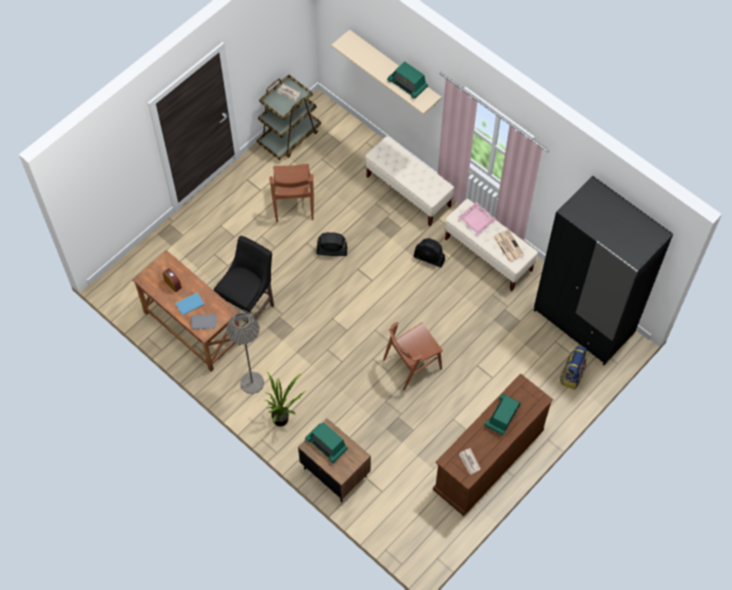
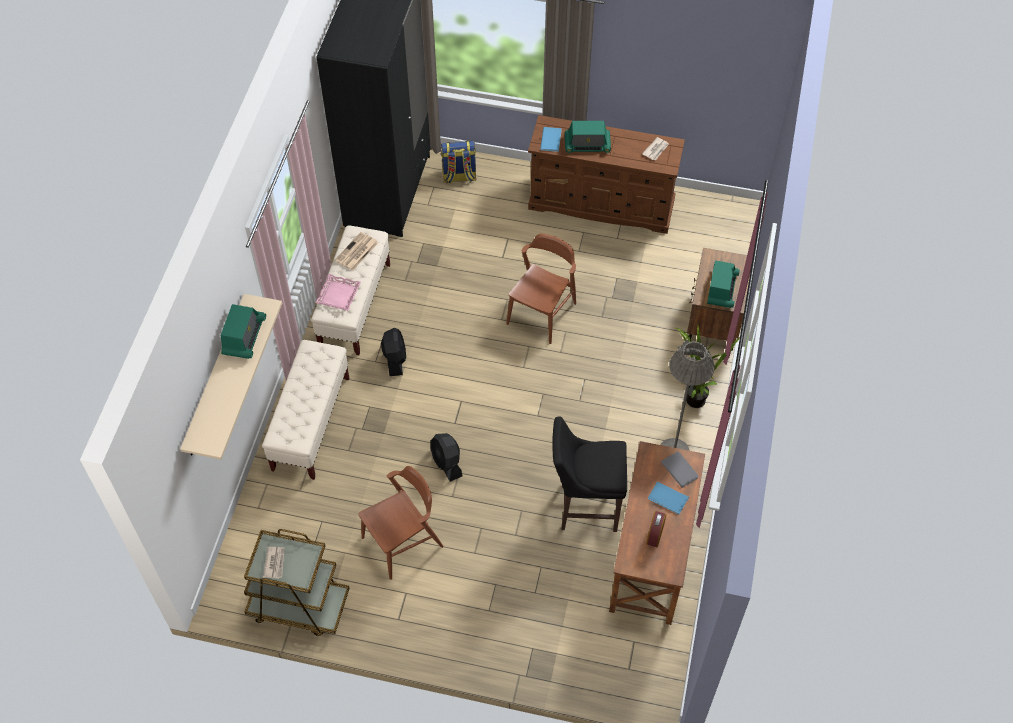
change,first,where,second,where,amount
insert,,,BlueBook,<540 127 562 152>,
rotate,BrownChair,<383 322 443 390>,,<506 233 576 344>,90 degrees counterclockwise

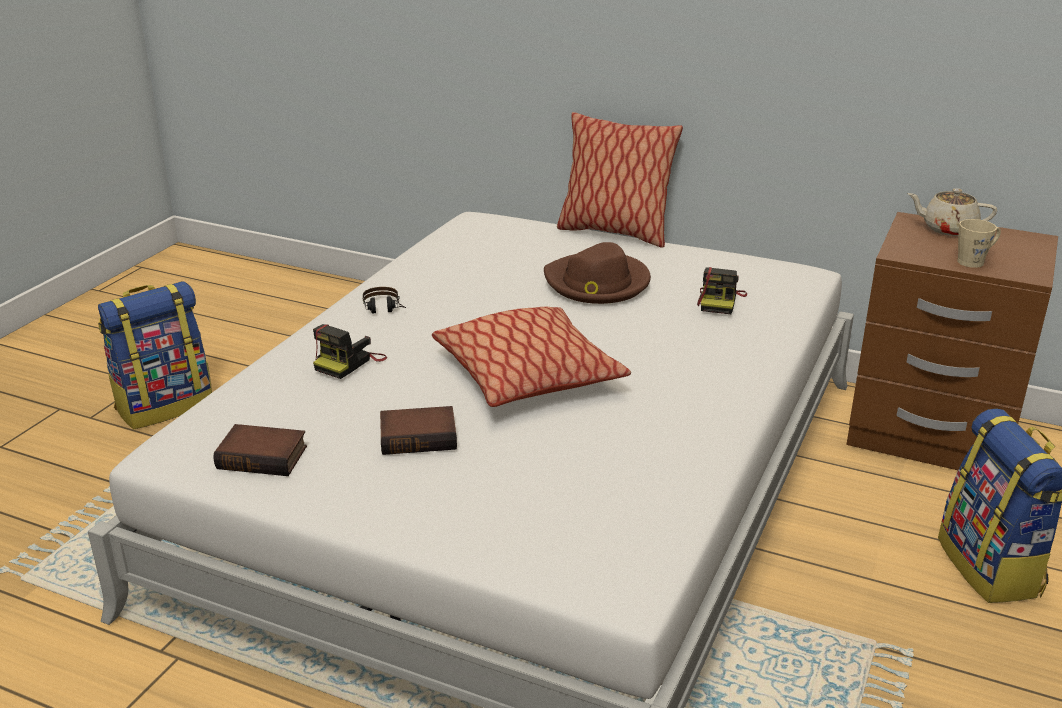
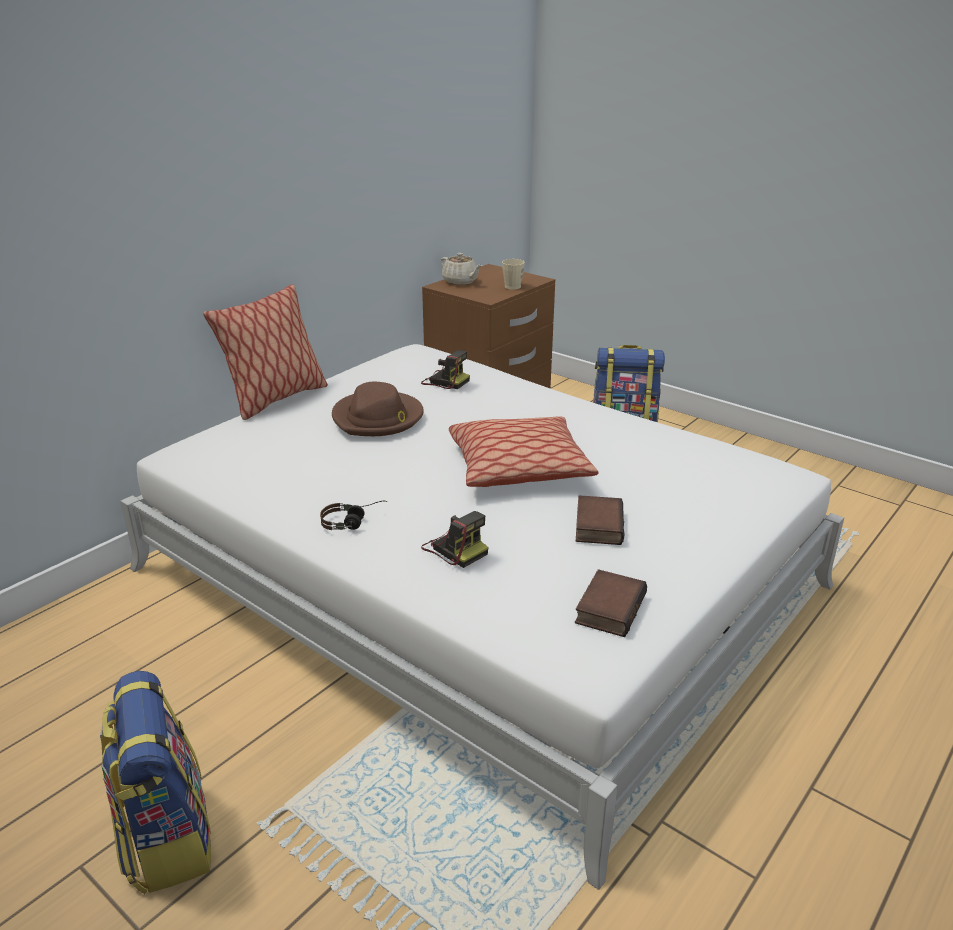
change,first,where,second,where,amount
rotate,BeigeTeapot,<907 188 997 236>,,<441 253 482 285>,75 degrees counterclockwise

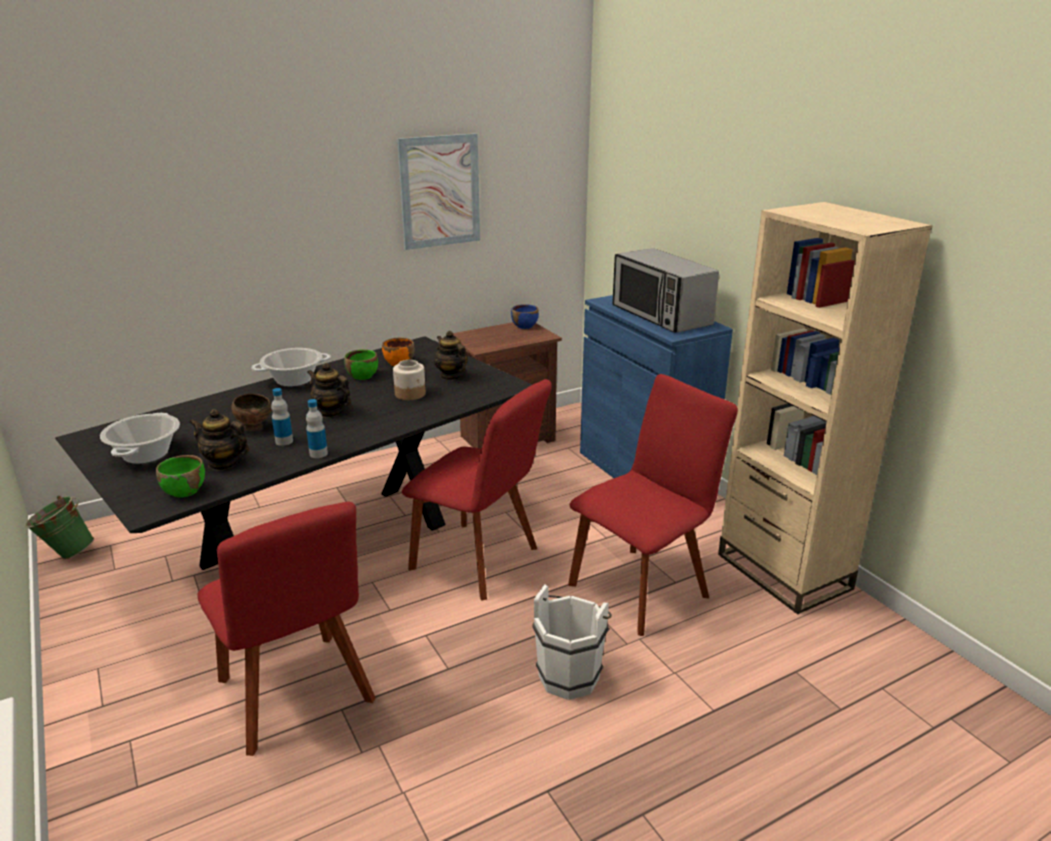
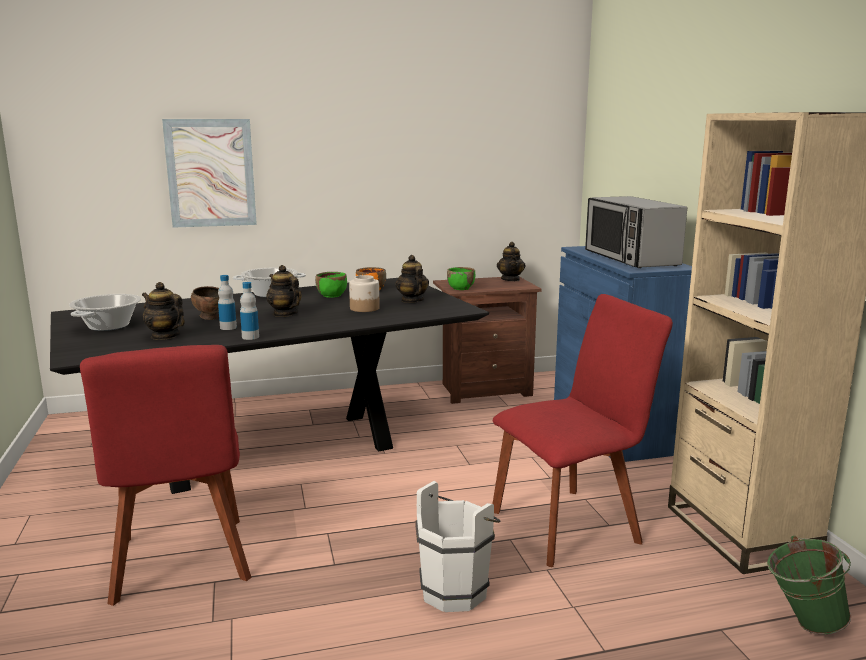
change,first,where,second,where,amount
delete,RedChair,<402 379 552 601>,,,
move,GreenBucket,<25 496 94 559>,,<767 536 851 634>,
move,GreenBowl,<156 455 205 498>,,<447 267 475 290>,
move,Picture,<397 133 480 250>,,<162 119 257 228>,
replace,BlueBowl,<511 304 539 329>,Teapot,<497 242 525 281>,

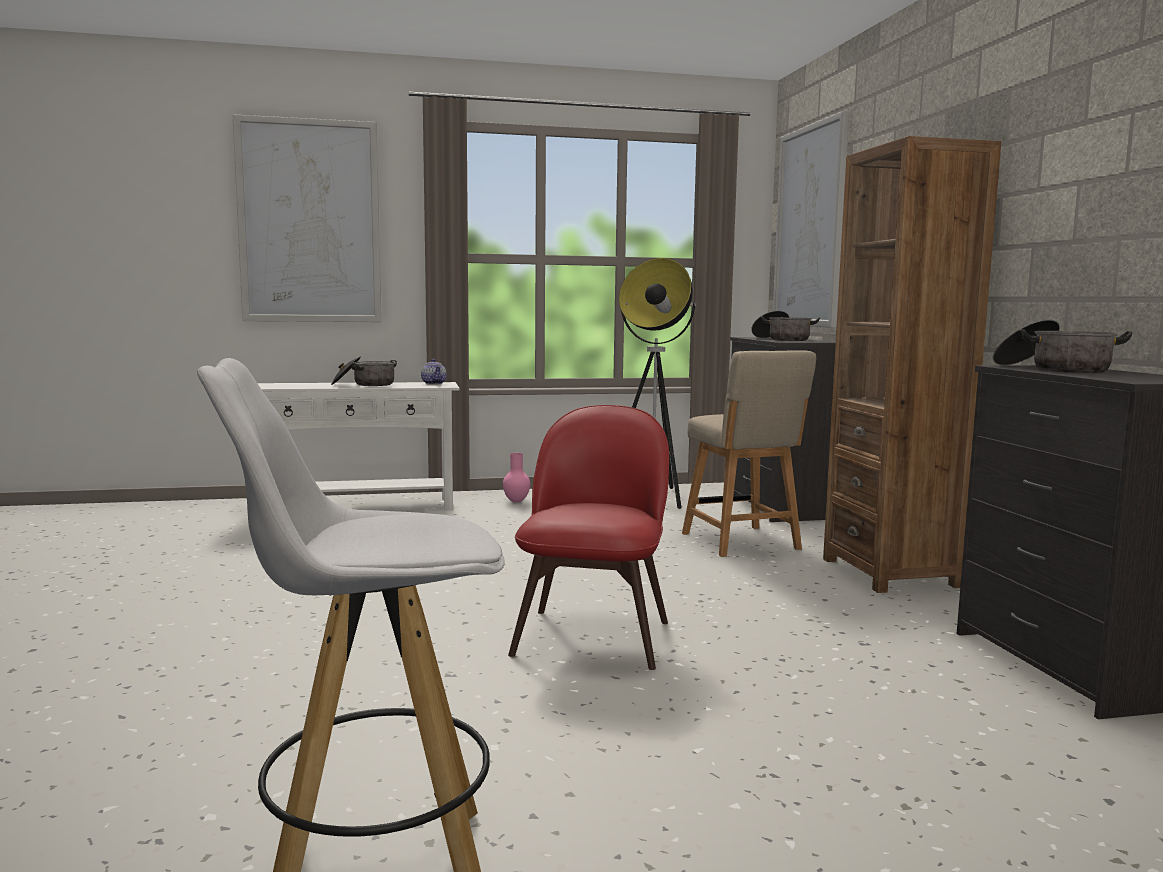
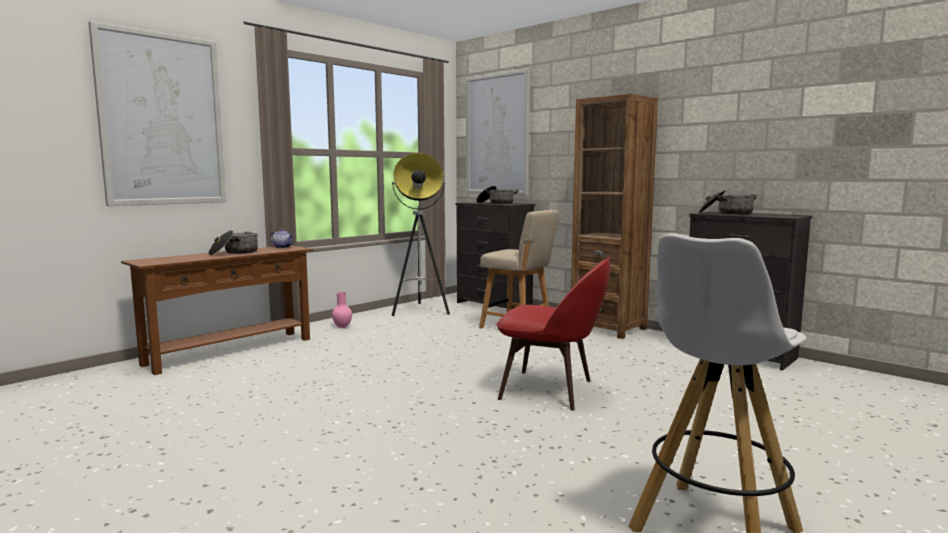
change,first,where,second,where,amount
recolor,WhiteConsoleTable,<258 382 459 509>,BrownConsoleTable,<121 245 313 375>,
rotate,RedChair,<508 405 669 670>,,<496 257 610 411>,135 degrees clockwise

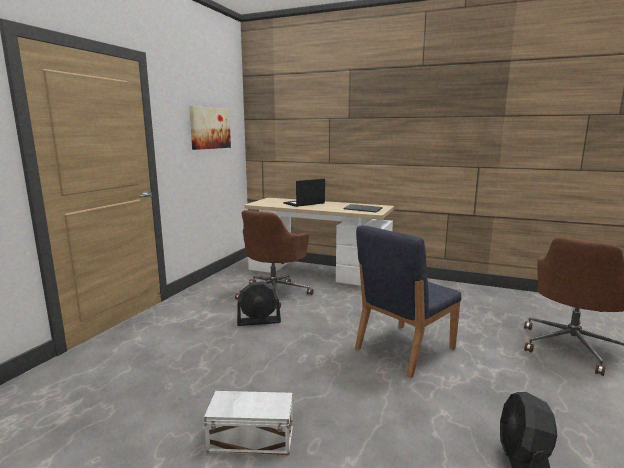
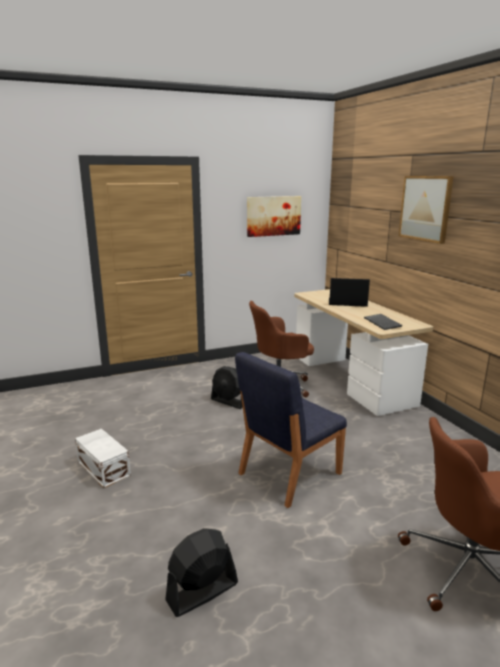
change,first,where,second,where,amount
insert,,,Picture,<399 176 454 244>,
rotate,BlueChair,<355 225 461 378>,,<235 352 347 508>,45 degrees counterclockwise

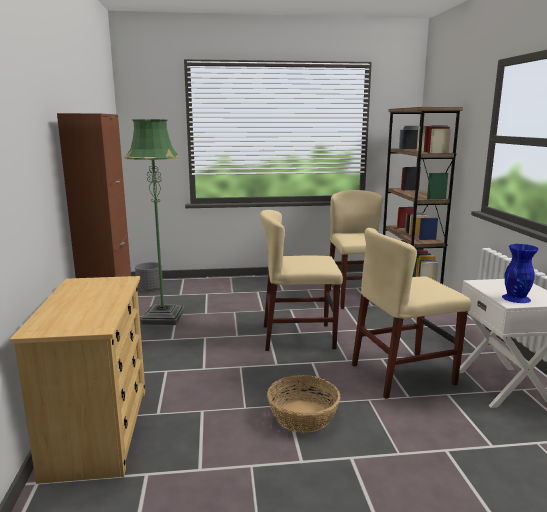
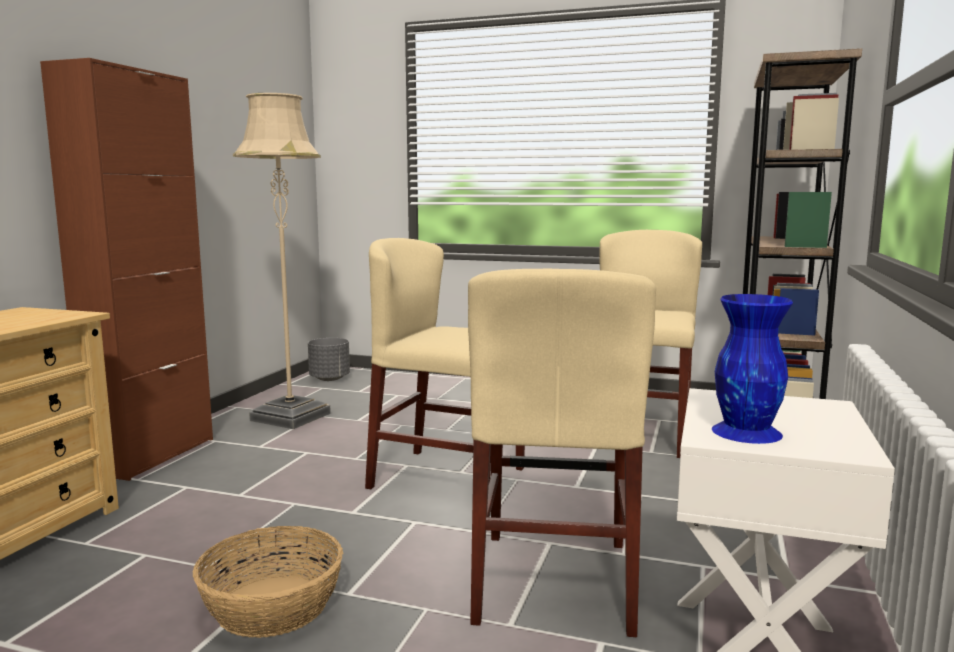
change,first,where,second,where,amount
recolor,GreenFloorLamp,<124 119 184 325>,BeigeFloorLamp,<233 93 331 429>,
rotate,BeigeChair,<352 228 471 399>,,<468 269 656 637>,90 degrees counterclockwise

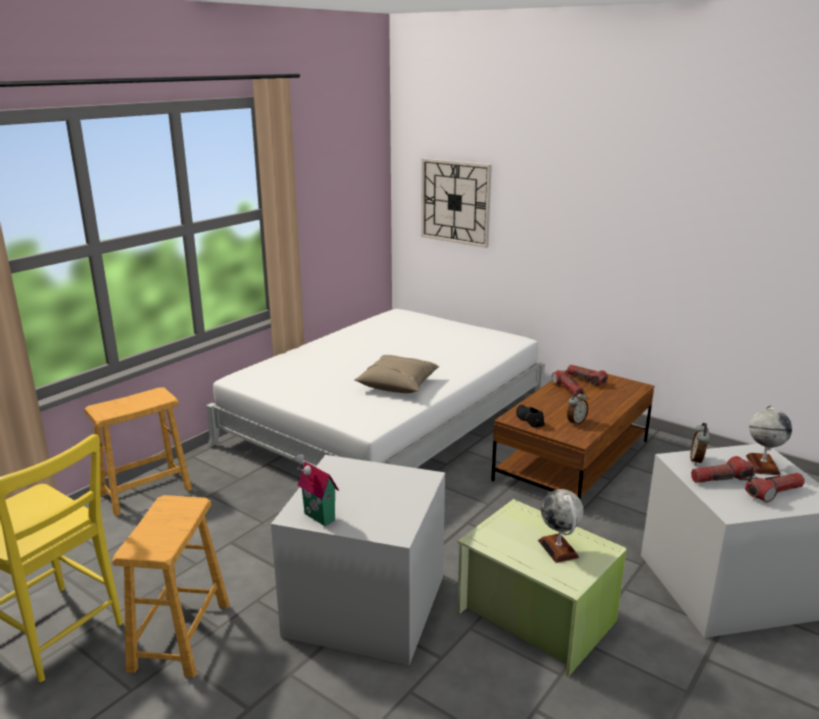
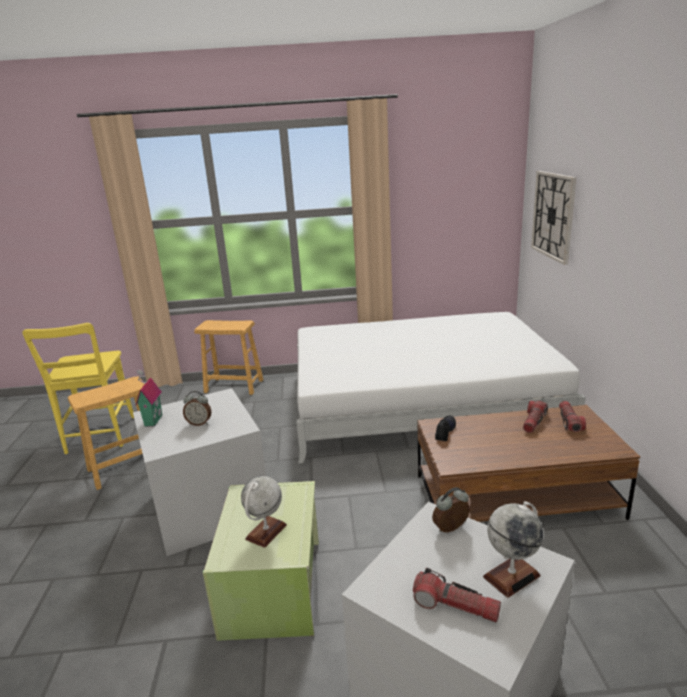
change,first,where,second,where,amount
delete,BeigePillow,<354 355 440 393>,,,
delete,Flashlight,<691 456 756 483>,,,
move,AlarmClock,<567 391 588 426>,,<183 391 211 426>,

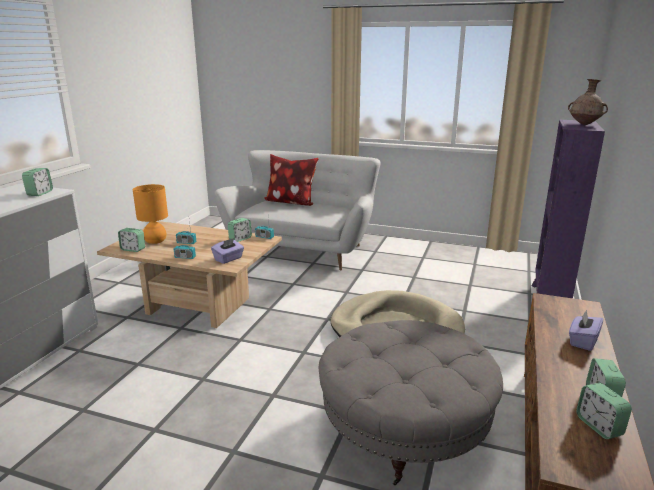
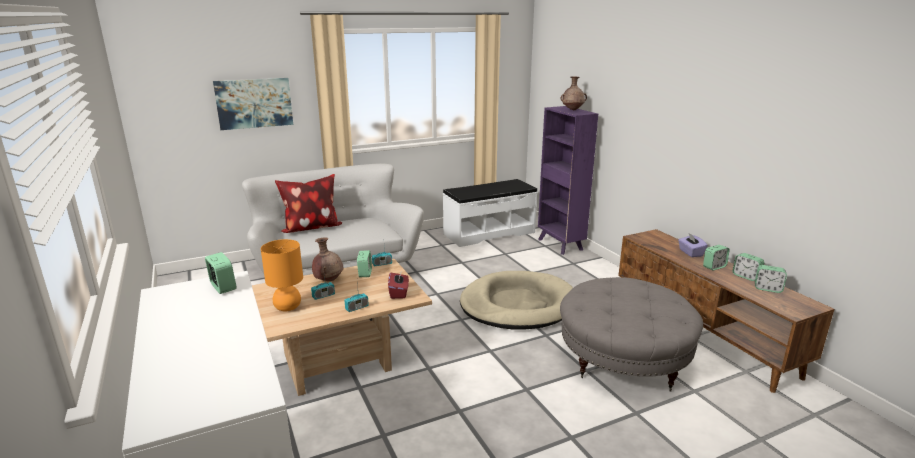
change,first,where,second,where,amount
insert,,,Picture,<213 78 293 130>,
insert,,,BrownVase,<312 237 344 281>,
insert,,,WhiteBench,<443 179 538 247>,
move,AlarmClock,<118 228 145 252>,,<703 245 730 271>,
recolor,PurpleTissueBox,<211 238 244 264>,RedTissueBox,<388 273 409 299>,

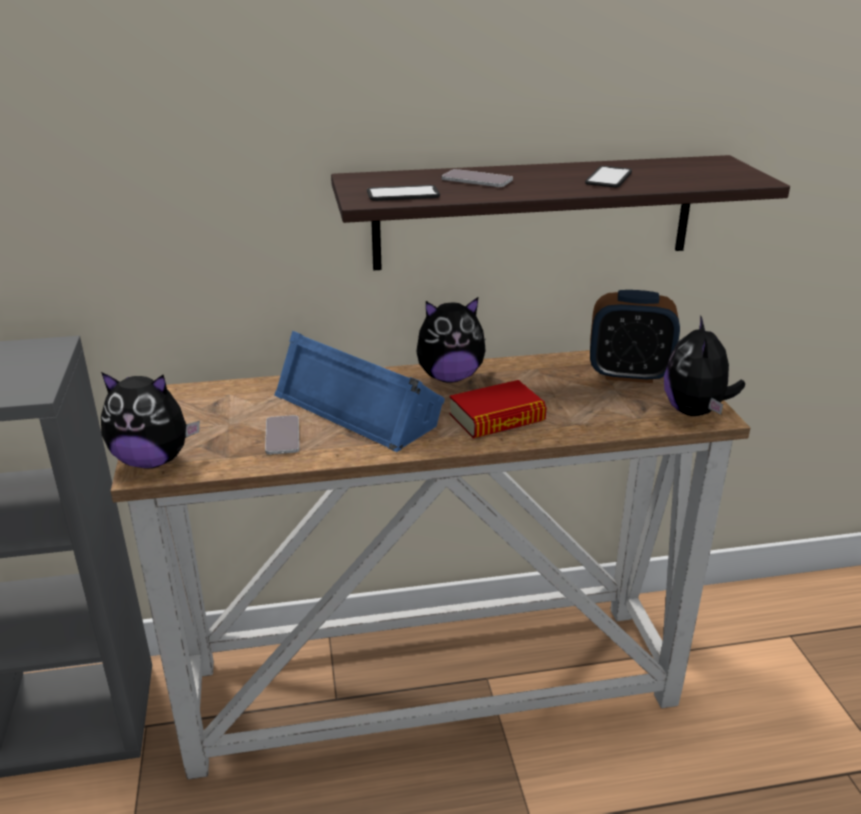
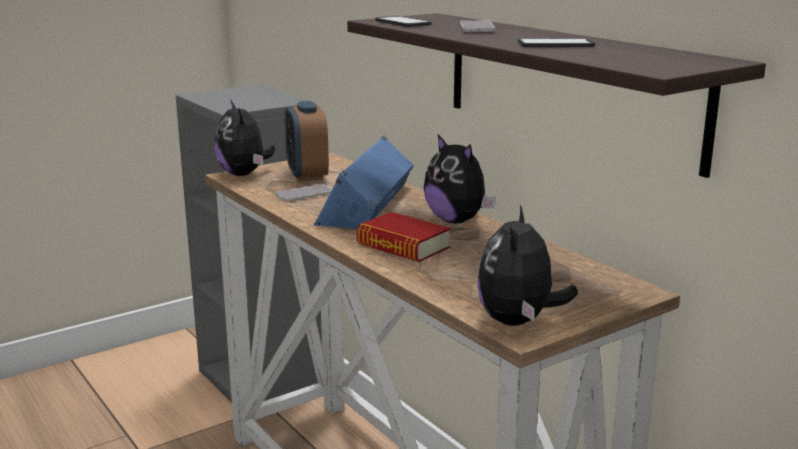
change,first,where,second,where,amount
move,AlarmClock,<590 290 680 383>,,<285 101 329 181>,
rotate,PlushToy,<664 315 745 416>,,<477 205 578 326>,60 degrees counterclockwise

